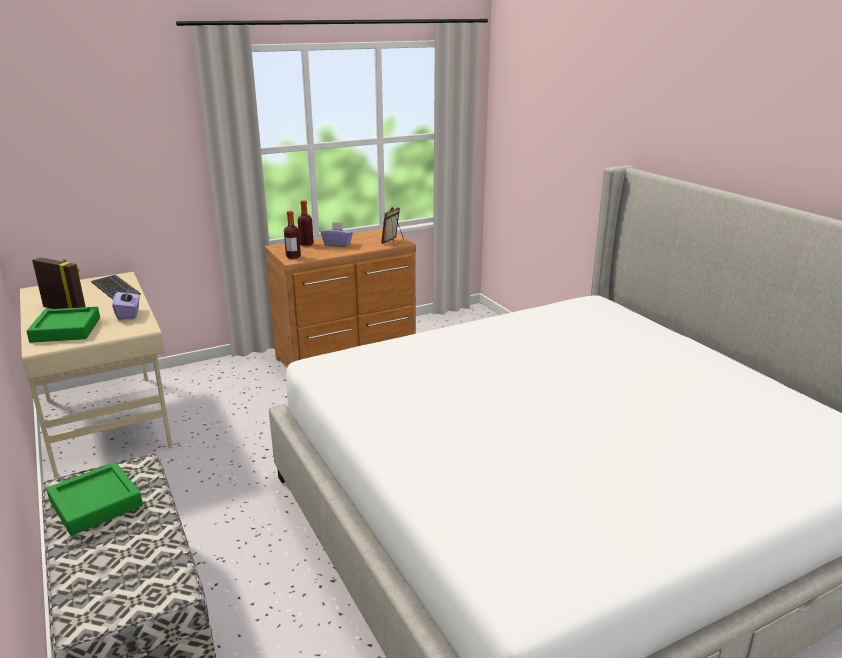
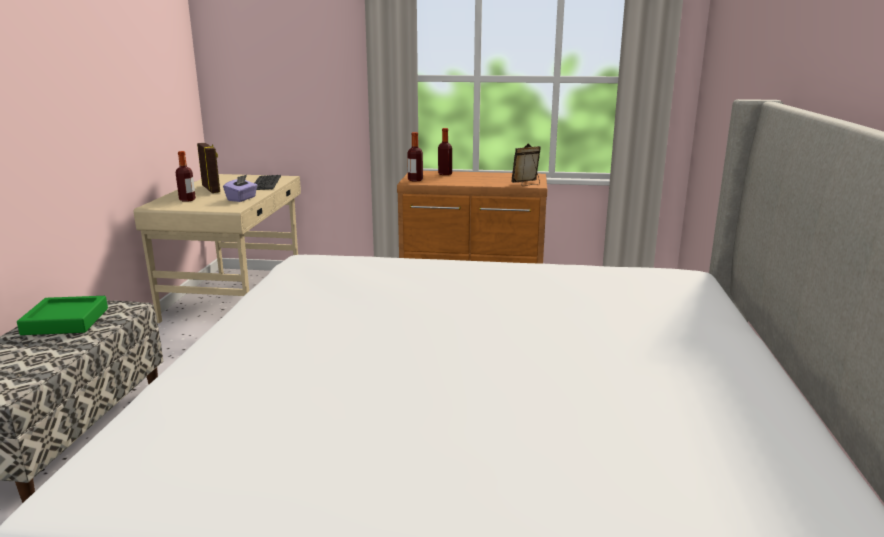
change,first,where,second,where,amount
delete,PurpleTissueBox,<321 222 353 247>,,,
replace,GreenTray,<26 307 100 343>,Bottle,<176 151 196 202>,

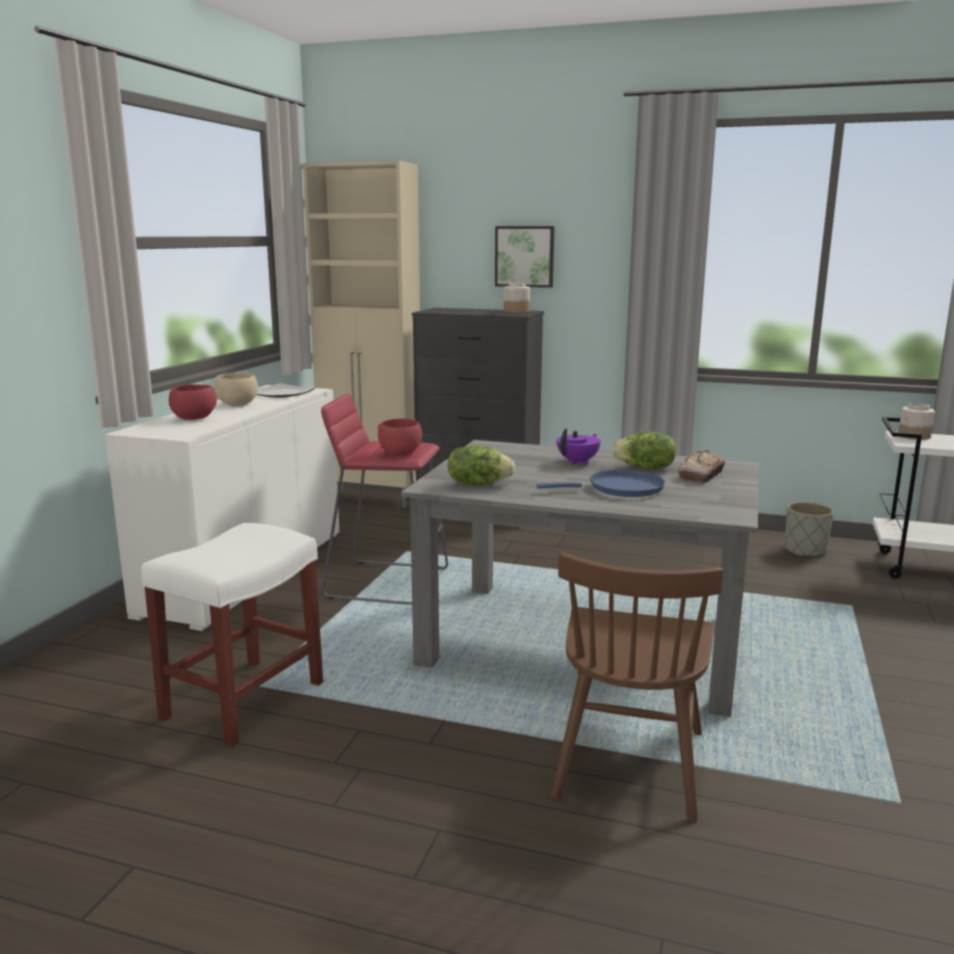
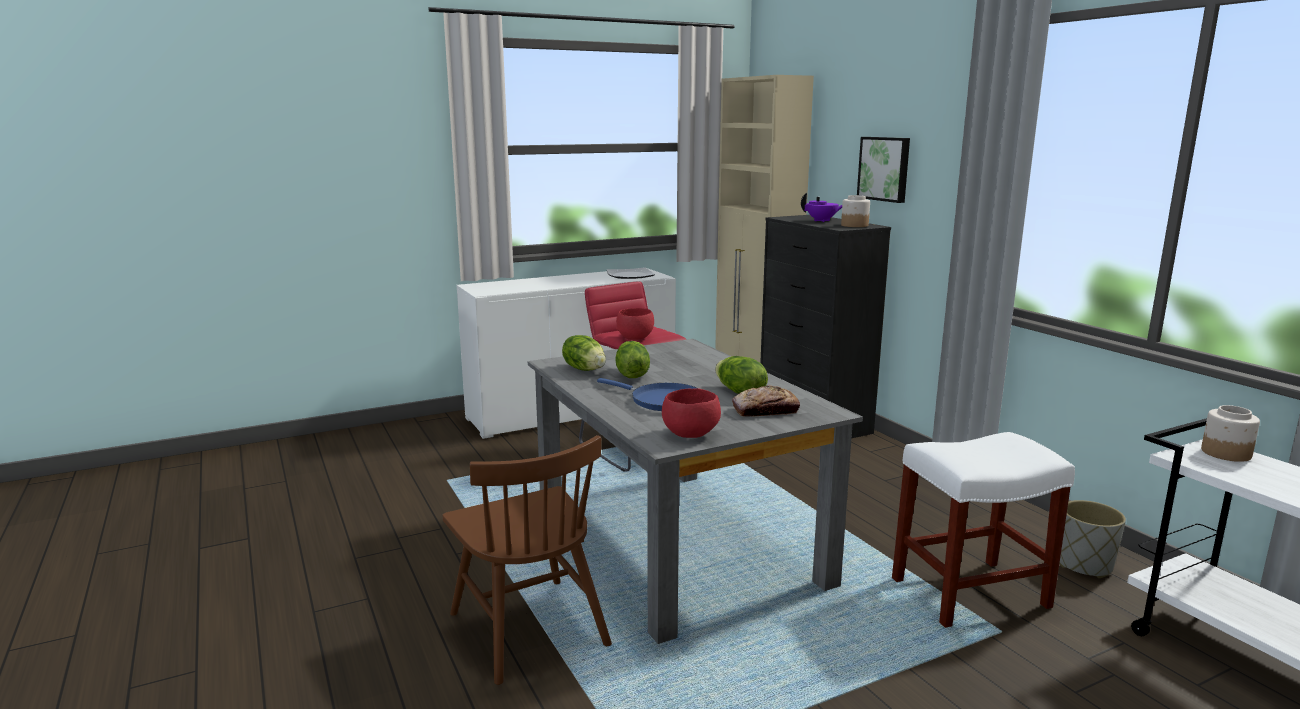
change,first,where,second,where,amount
delete,BeigeBowl,<214 372 258 406>,,,
insert,,,Lettuce,<615 341 650 378>,
move,WhiteStool,<141 523 323 747>,,<892 432 1075 628>,
move,RedBowl,<169 384 217 420>,,<662 389 721 438>,
move,PurpleTeapot,<557 428 601 465>,,<801 193 842 222>,
rotate,BrownChair,<551 552 723 822>,,<442 435 612 685>,90 degrees counterclockwise

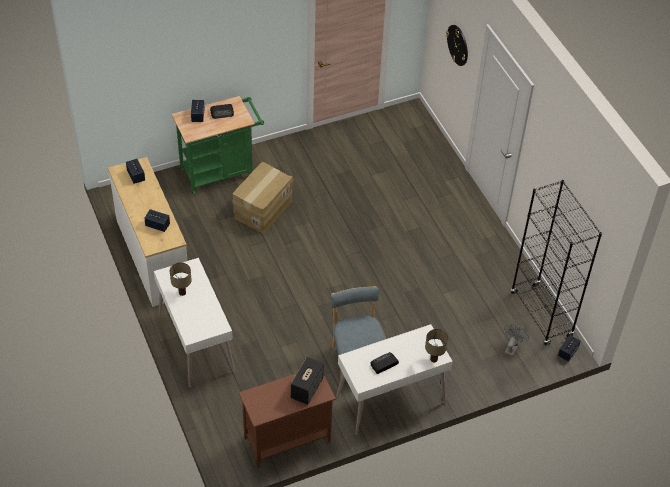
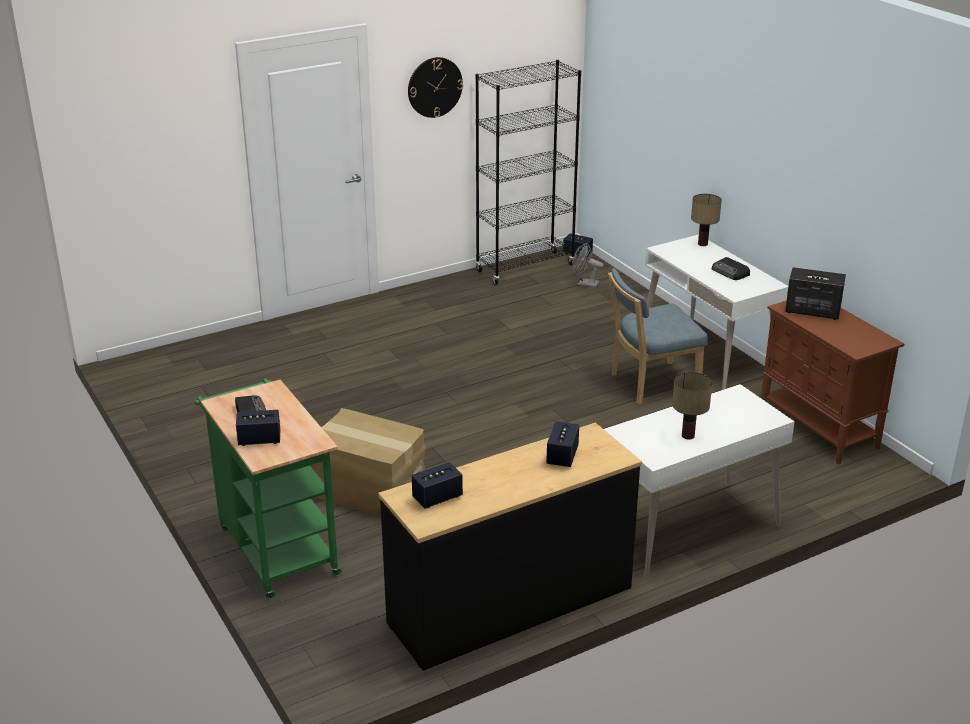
change,first,where,second,where,amount
move,WallClock,<446 25 468 66>,,<408 57 463 118>,
recolor,WhiteDresser,<108 157 187 307>,BlackDresser,<378 423 642 671>,

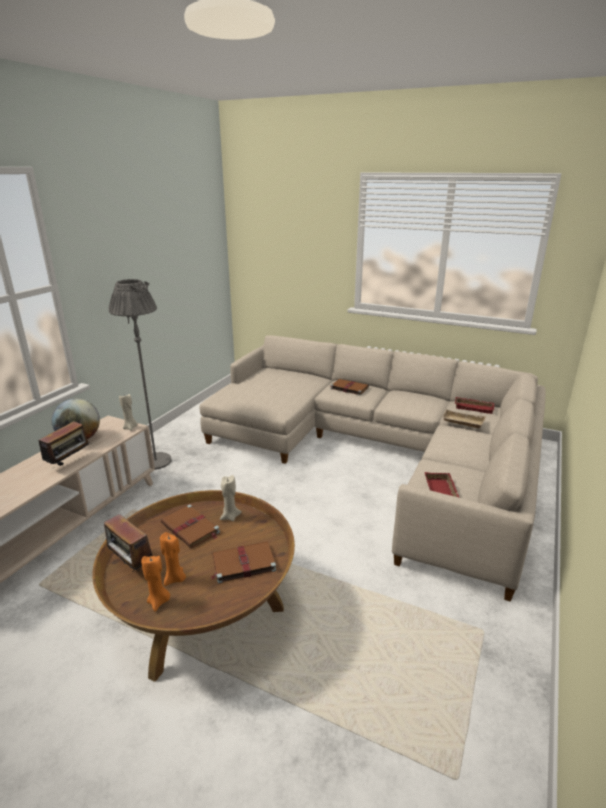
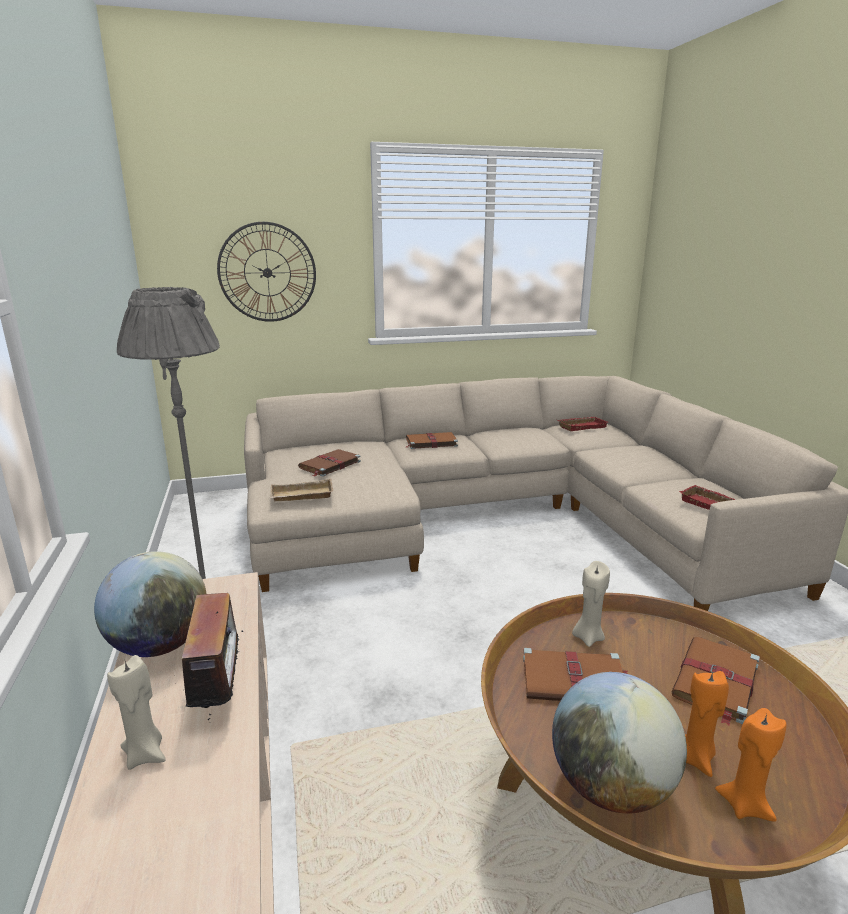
change,first,where,second,where,amount
insert,,,WallClock,<217 222 316 322>,
insert,,,BrownBook,<298 449 361 477>,
move,BeigeCandle,<119 394 137 431>,,<107 655 166 770>,
move,BeigeTray,<441 409 486 428>,,<270 478 333 501>,
replace,Radio,<104 514 153 572>,Globe,<552 672 687 813>,

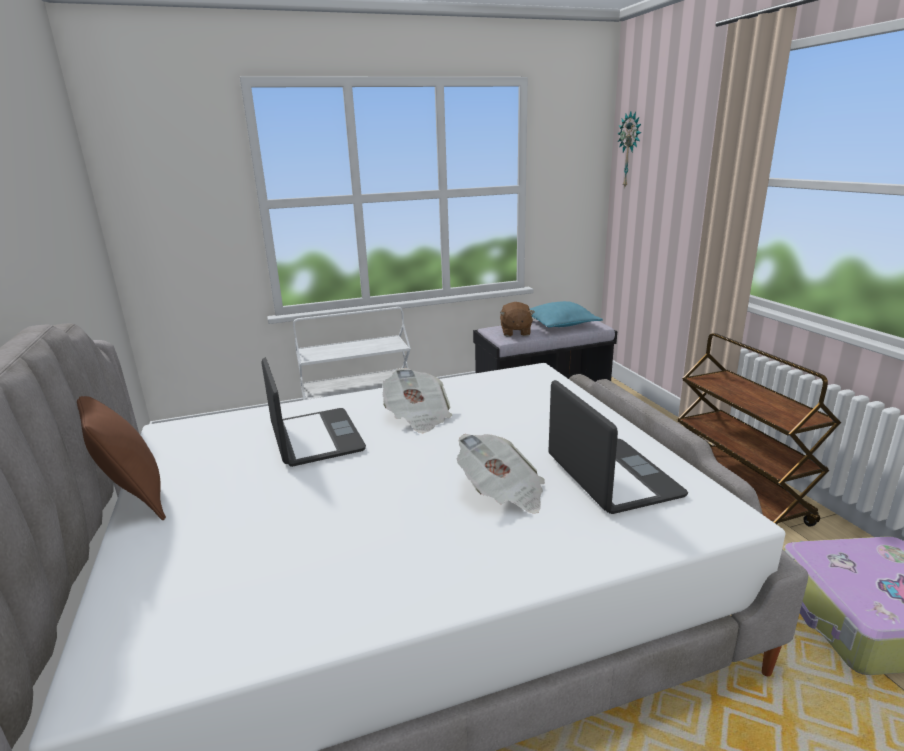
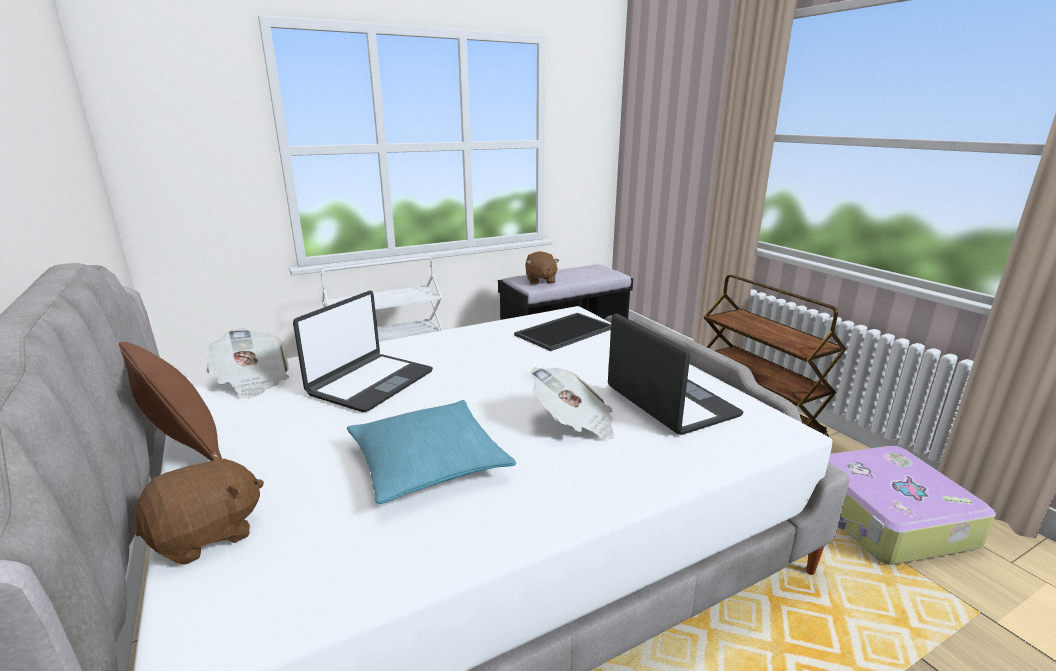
change,first,where,second,where,amount
delete,WallClock,<617 111 642 187>,,,
insert,,,BrownPlushToy,<135 452 264 565>,
insert,,,Tray,<514 313 611 351>,
move,Newspaper,<382 368 452 433>,,<206 328 289 398>,
move,TurquoisePillow,<530 301 603 327>,,<347 400 516 504>,
rotate,Laptop,<261 357 366 467>,,<293 291 433 412>,60 degrees clockwise

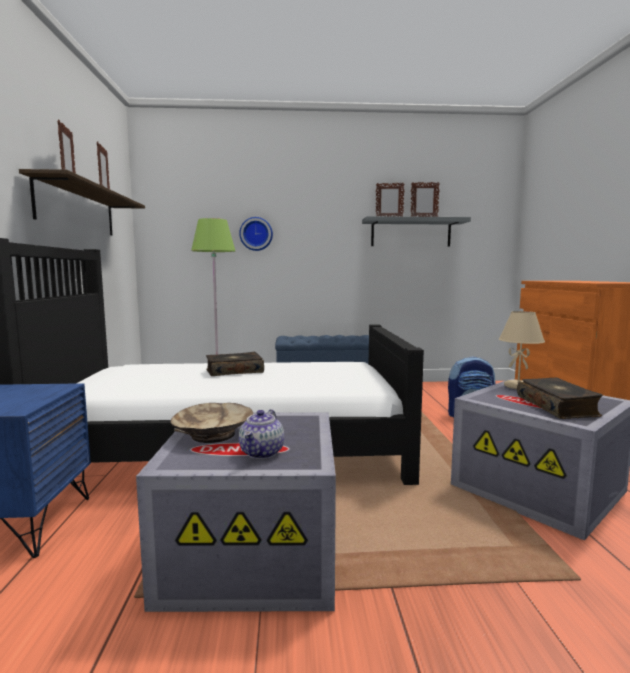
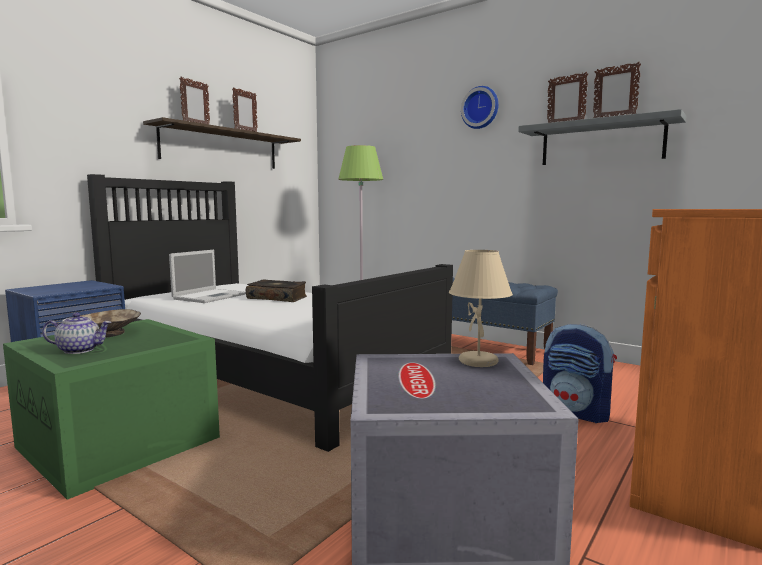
change,first,where,second,where,amount
delete,Book,<517 378 603 419>,,,
insert,,,Laptop,<169 250 246 303>,
move,WallClock,<239 217 273 251>,,<461 86 499 129>,
recolor,GreyStorageBox,<136 412 336 612>,GreenStorageBox,<3 319 220 500>,
rotate,Teapot,<239 409 284 459>,,<42 313 111 354>,150 degrees counterclockwise

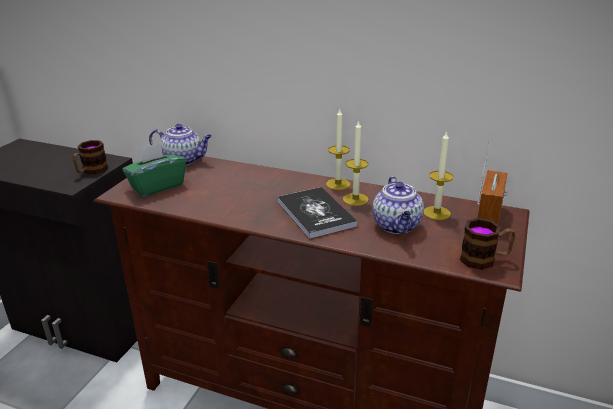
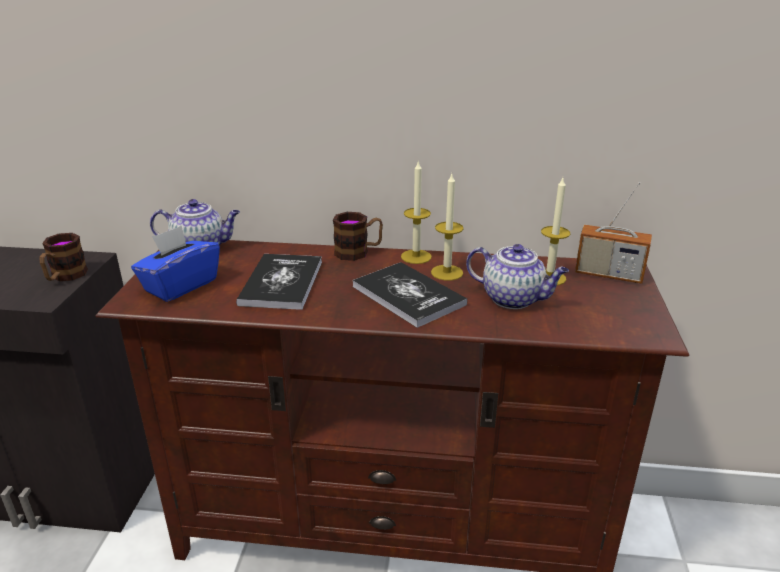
change,first,where,second,where,amount
insert,,,Book,<236 254 322 310>,
move,Mug,<460 218 515 270>,,<333 212 383 261>,
recolor,GreenTissueBox,<122 142 186 197>,BlueTissueBox,<131 226 220 302>,
rotate,Teapot,<373 176 424 234>,,<466 244 569 309>,45 degrees counterclockwise
rotate,Radio,<477 138 508 225>,,<575 182 652 284>,105 degrees clockwise

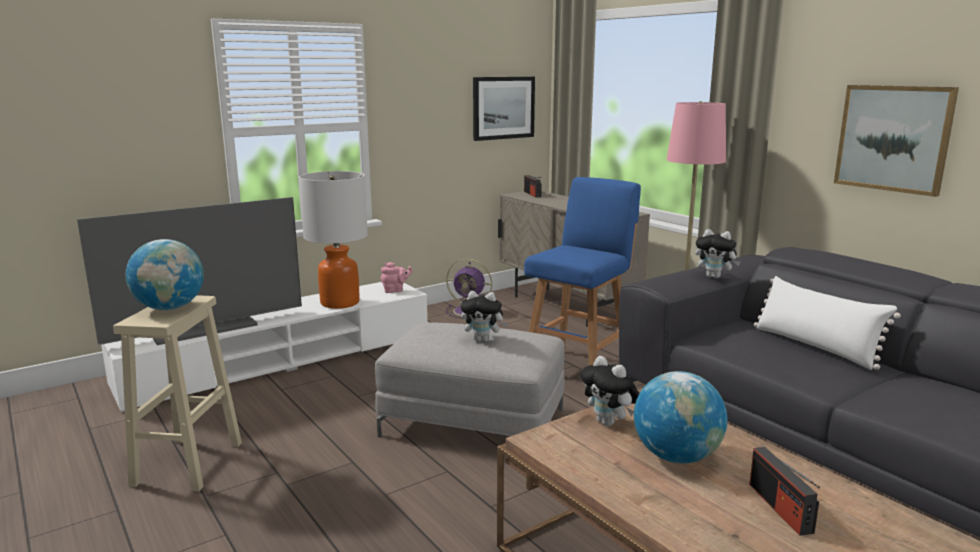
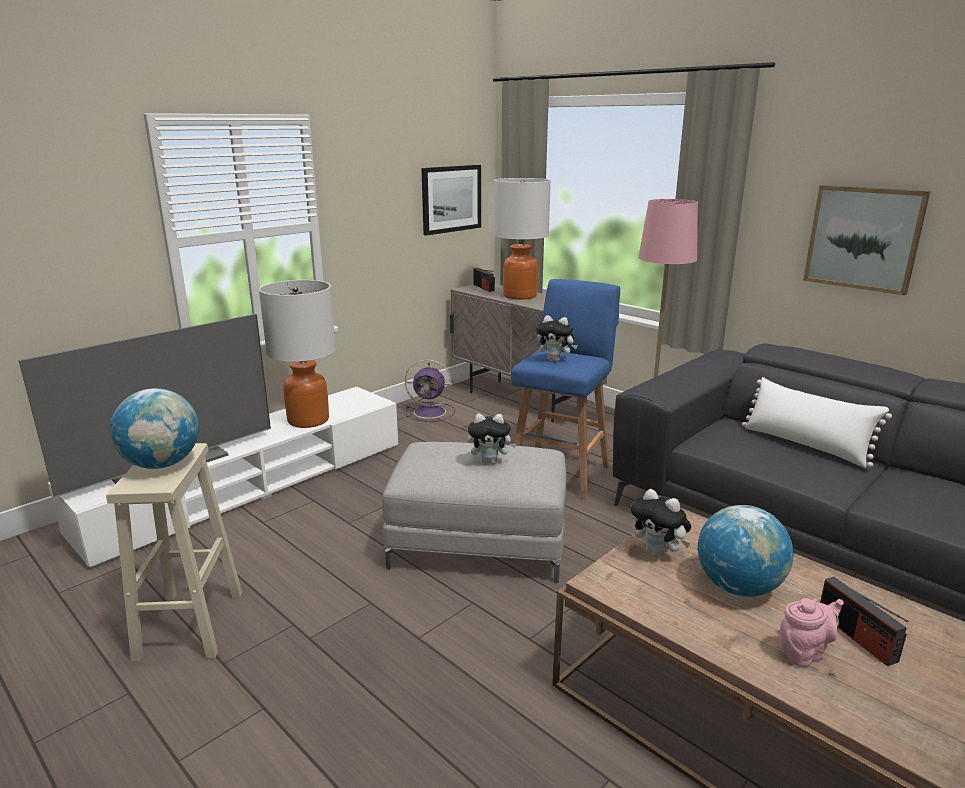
change,first,where,second,where,amount
insert,,,TableLamp,<494 178 551 300>,
move,PinkTeapot,<381 262 413 293>,,<780 598 844 667>,
move,PlushToy,<695 229 741 278>,,<536 315 578 362>,

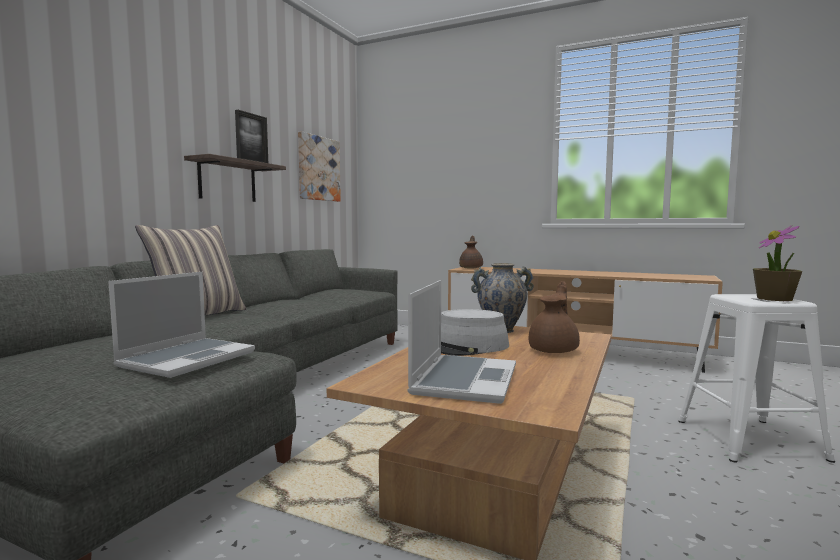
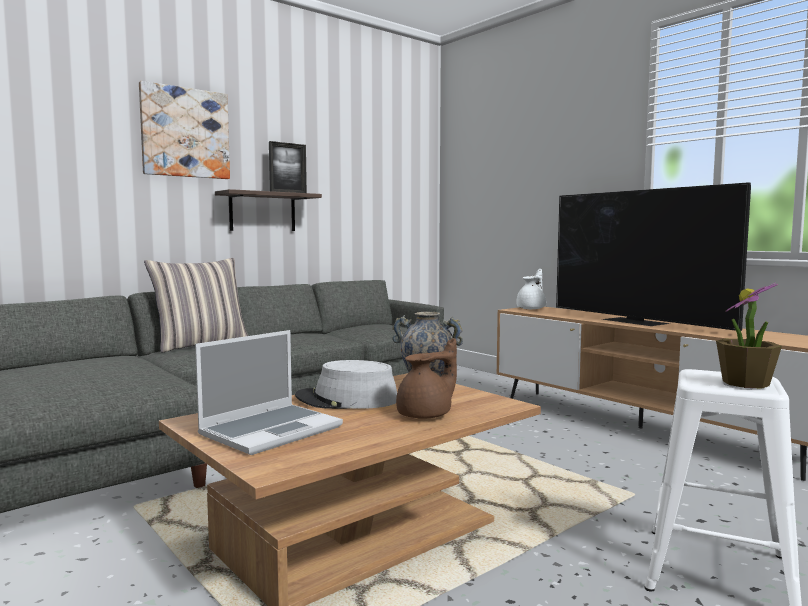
change,first,where,second,where,amount
delete,Laptop,<108 272 255 378>,,,
insert,,,Television,<556 182 751 331>,
move,Picture,<298 131 341 202>,,<139 81 230 179>,
recolor,BrownTeapot,<459 236 483 269>,WhiteTeapot,<516 268 546 309>,

